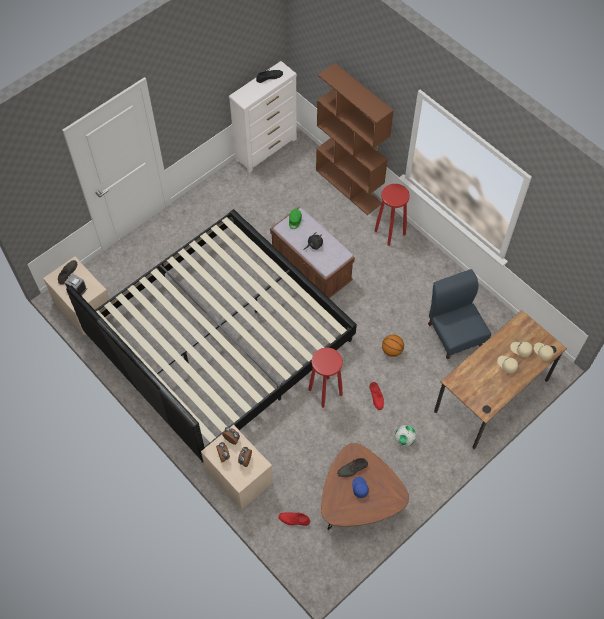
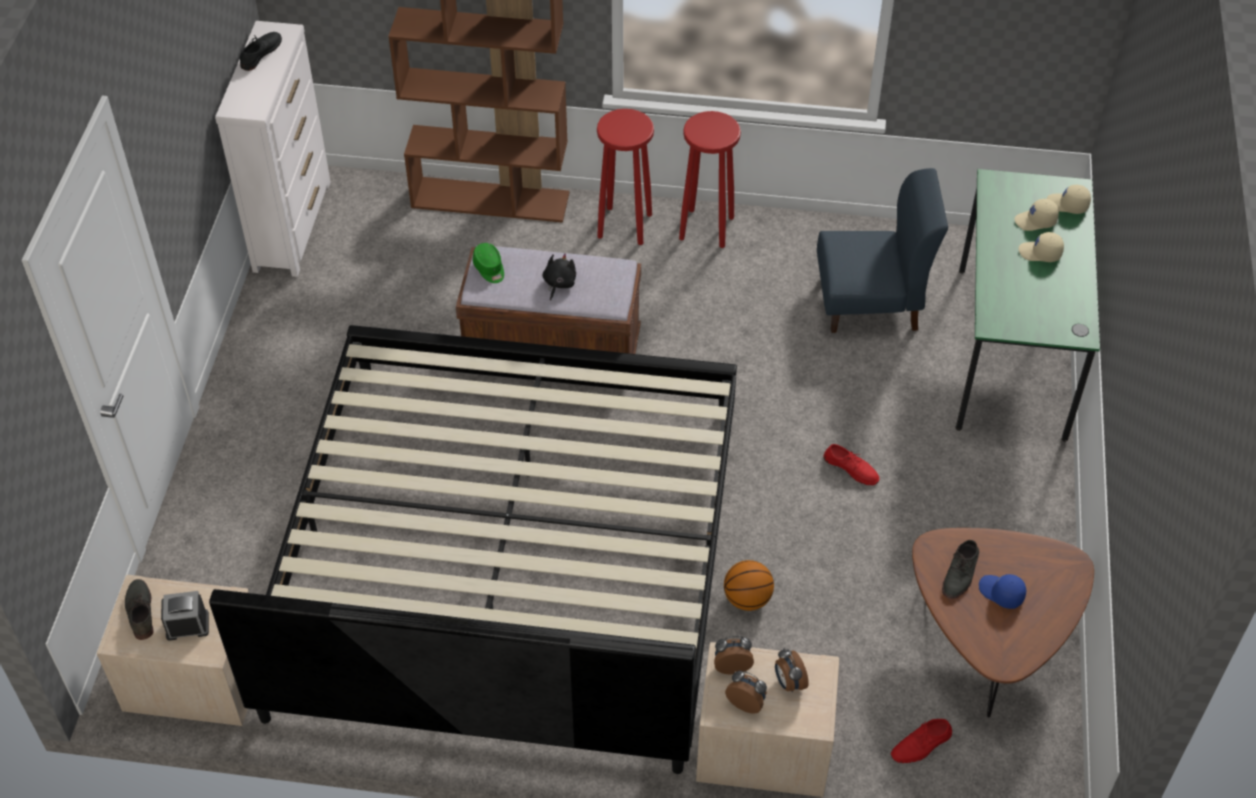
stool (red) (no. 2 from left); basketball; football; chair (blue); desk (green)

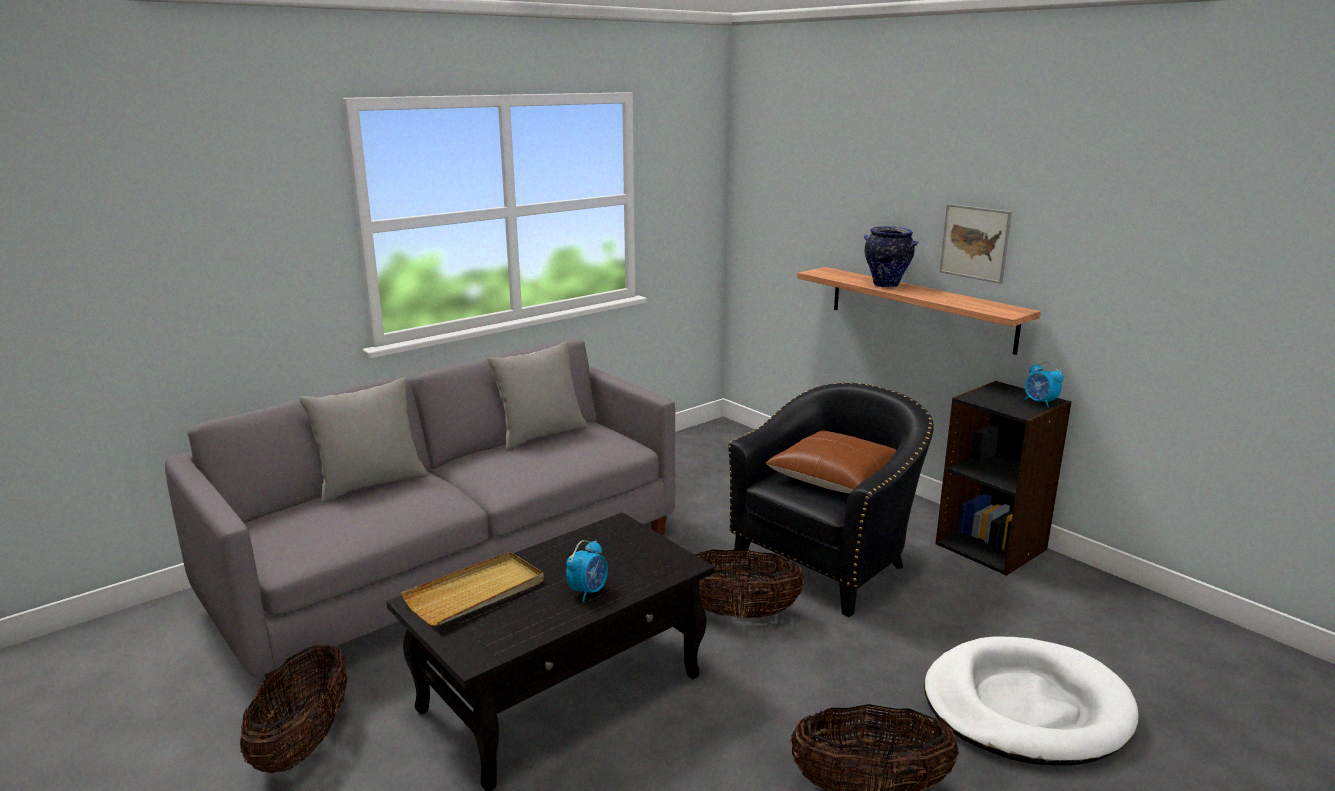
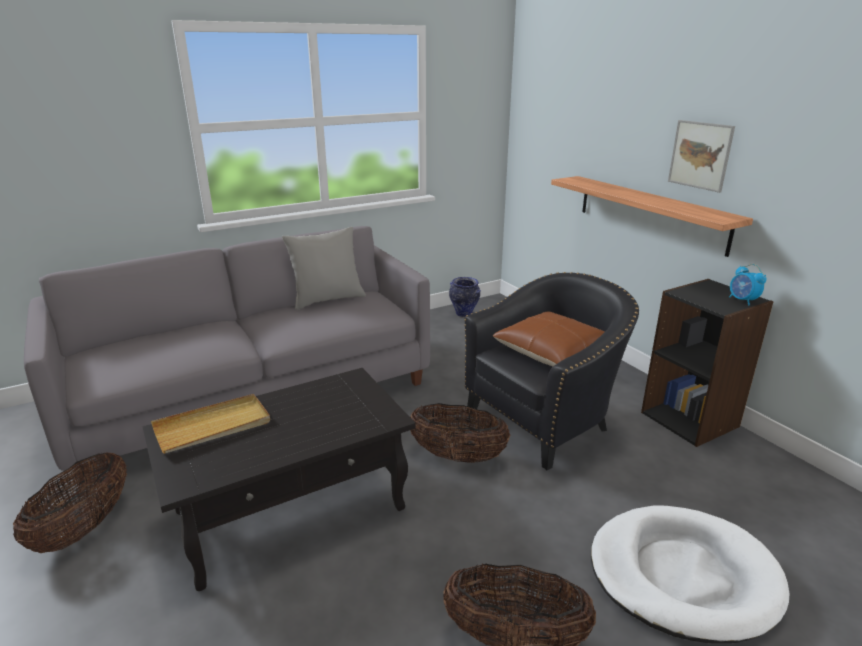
pillow (grey) (no. 1 from left in the first image); alarm clock (no. 1 from left in the first image); vase

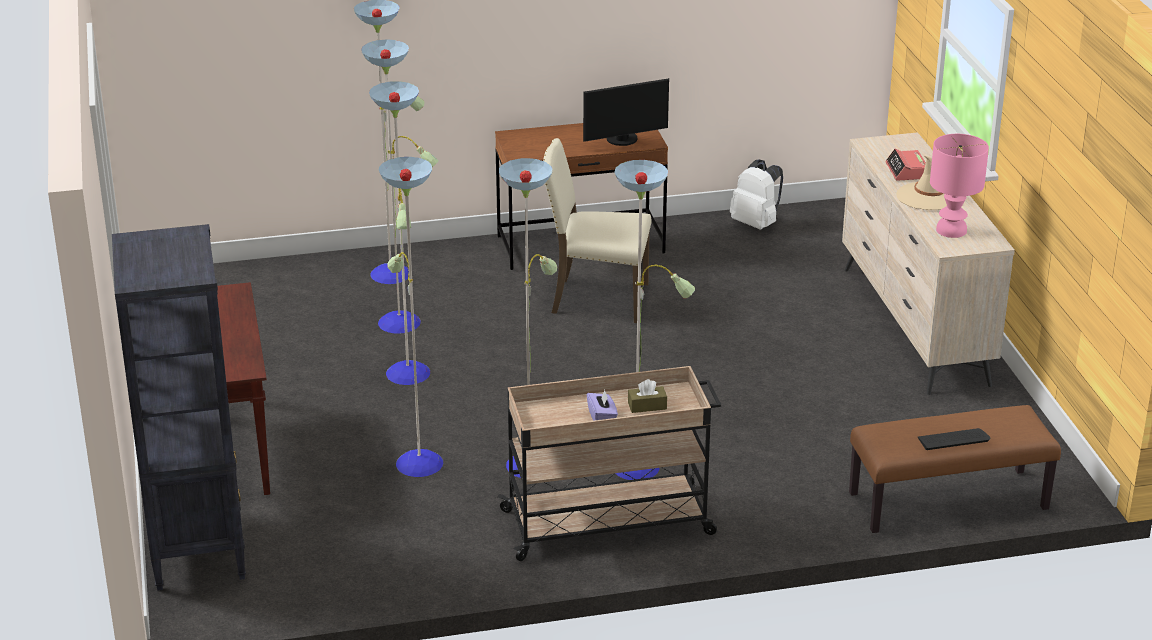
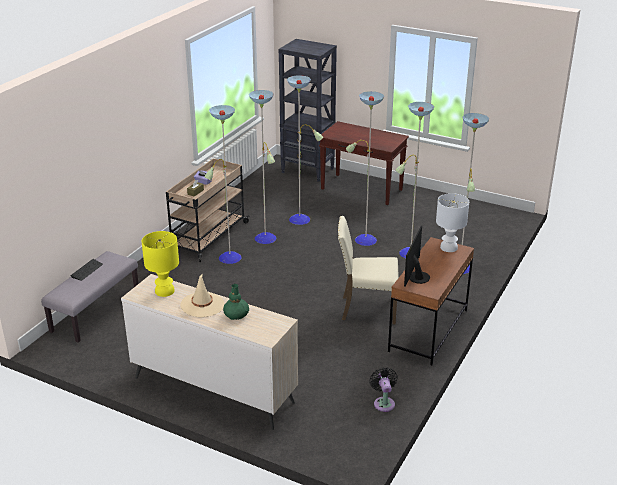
chair (beige); fan (black); bench (grey); vase (green); table lamp (yellow); table lamp (white)

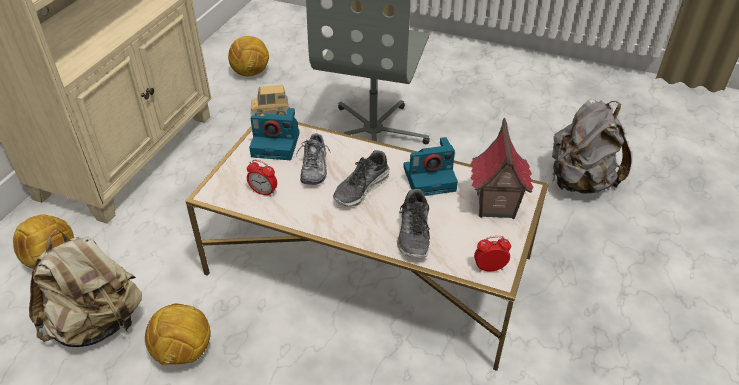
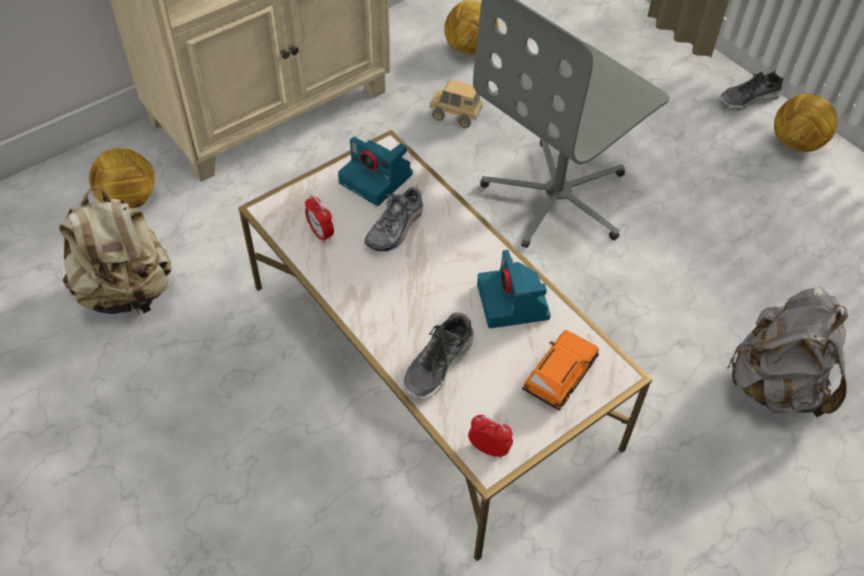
football (no. 3 from left); shoe (no. 3 from left); photo camera (no. 2 from left); toy car (orange)

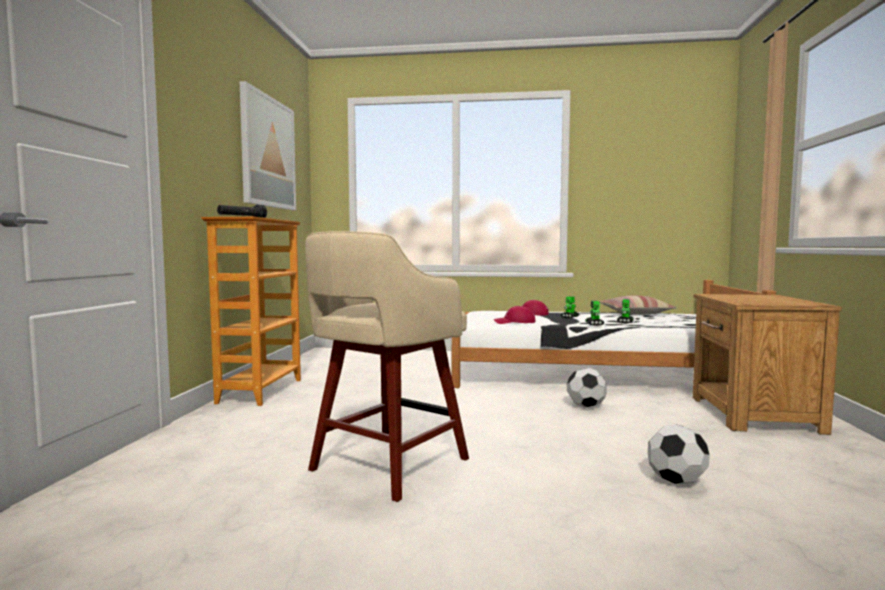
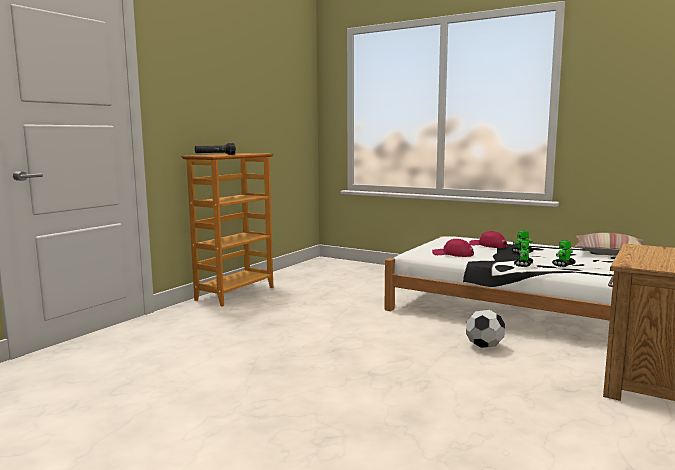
picture; stool (beige); football (no. 2 from left in the first image)

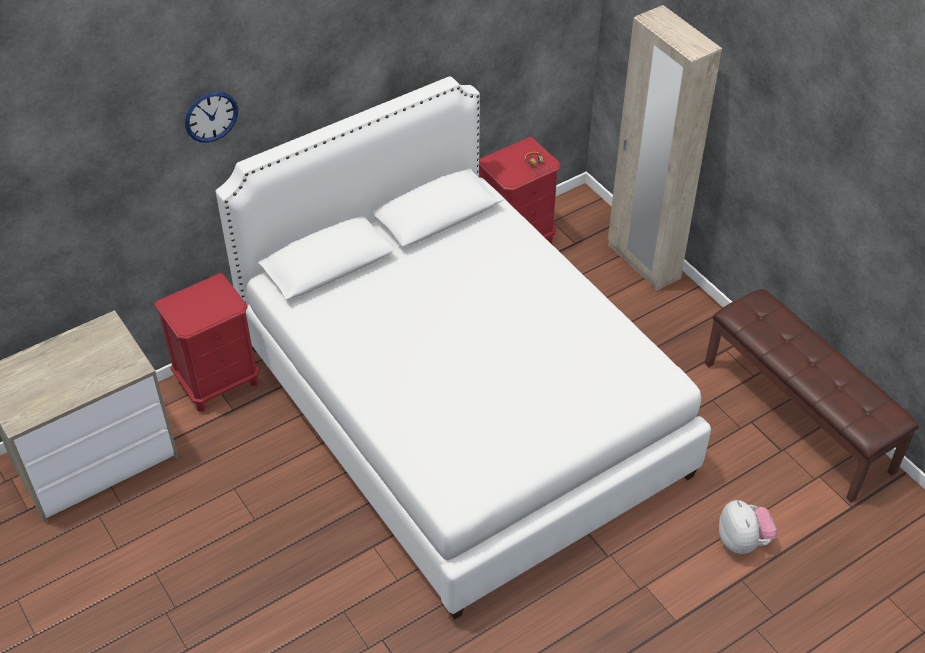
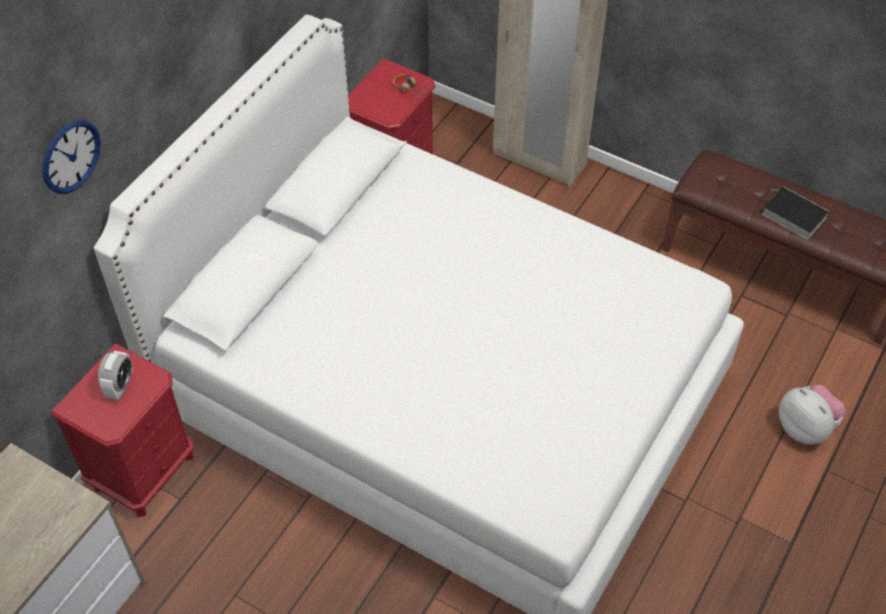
alarm clock; book

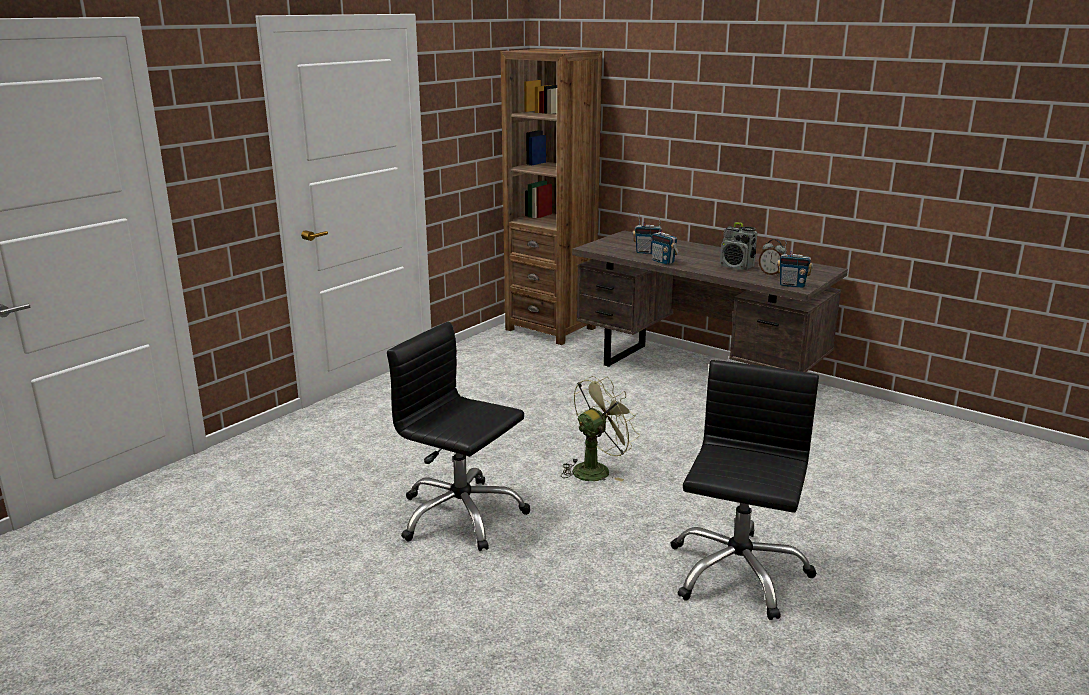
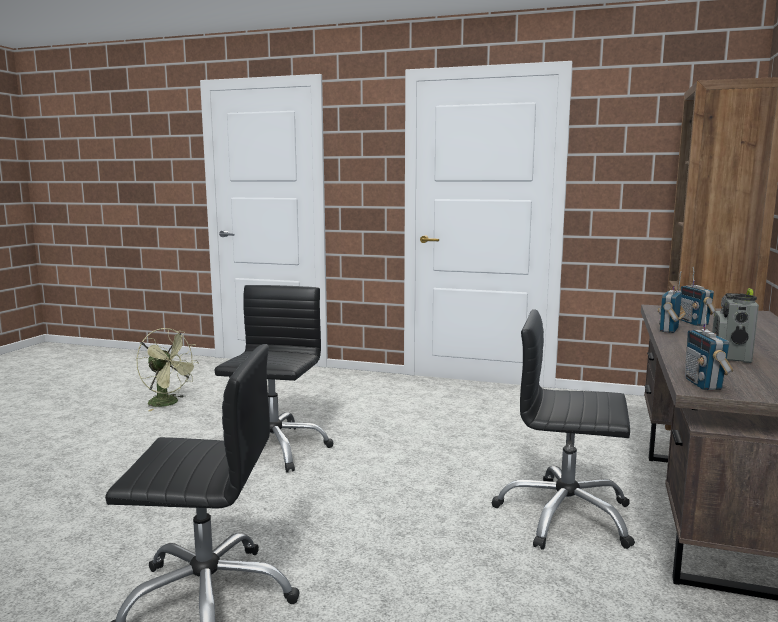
fan (green); alarm clock; office chair (black) (no. 3 from left)

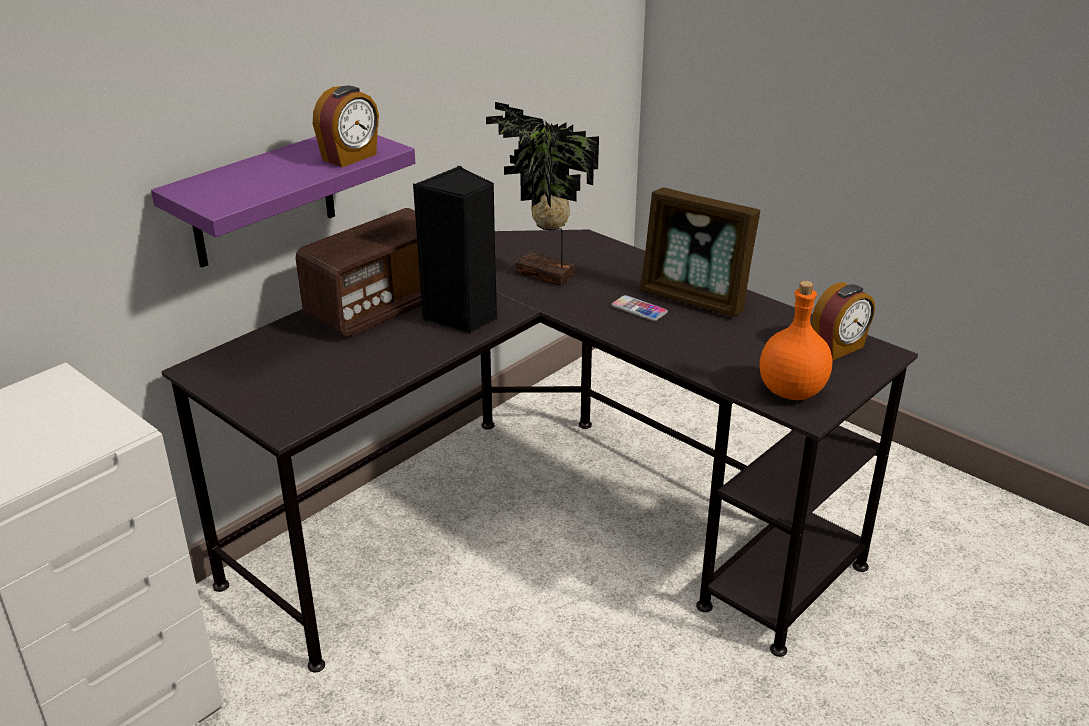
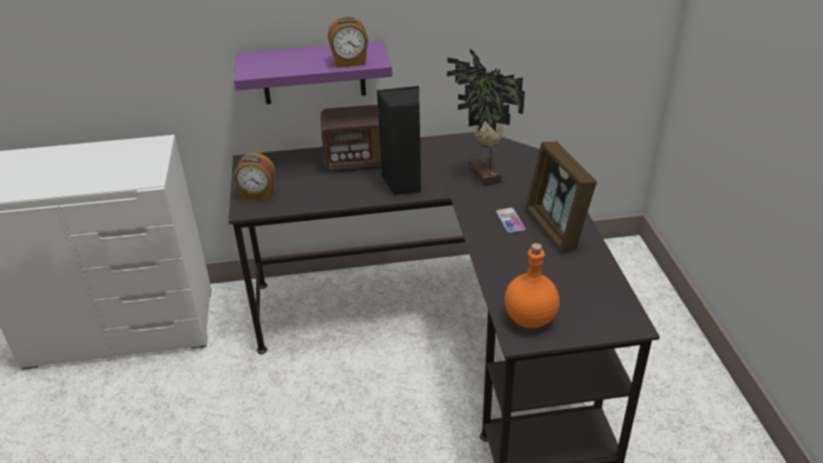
alarm clock (no. 1 from left)

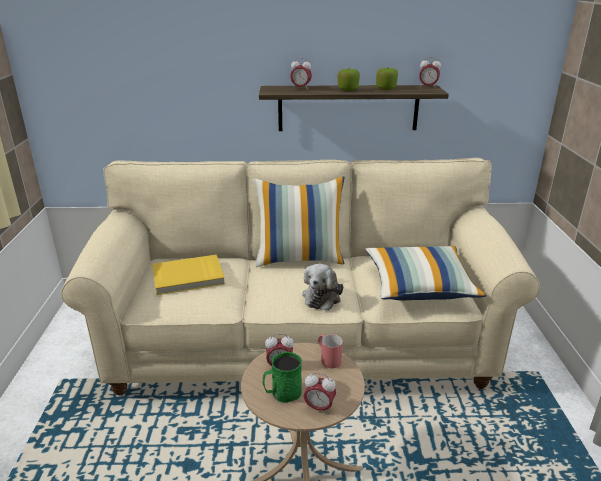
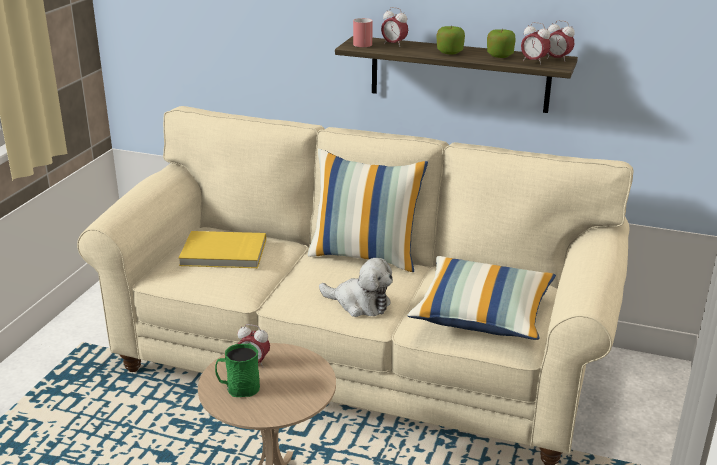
plush toy; alarm clock (no. 3 from left); mug (red)

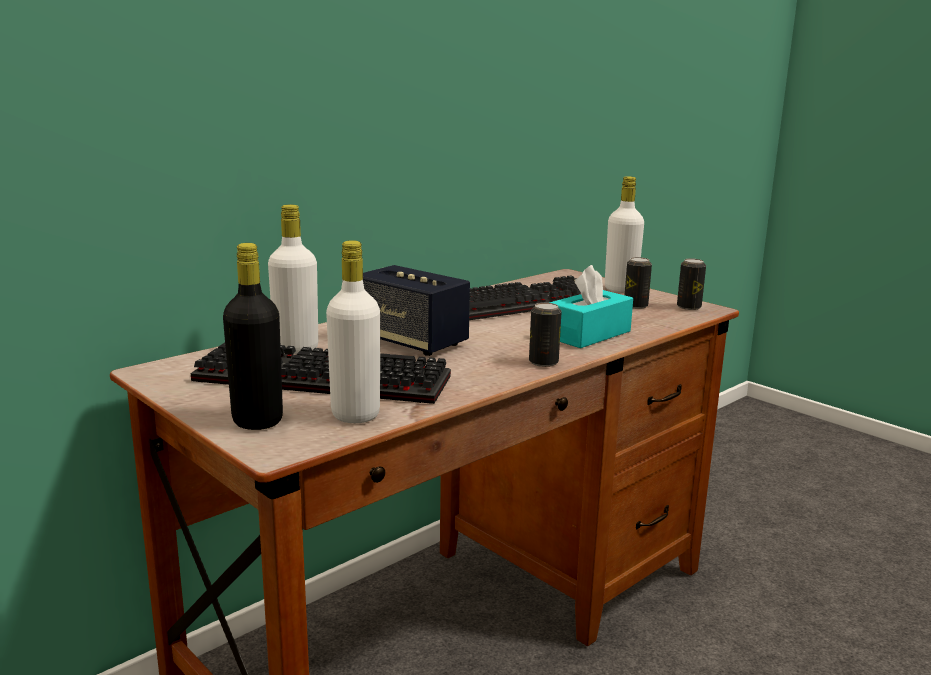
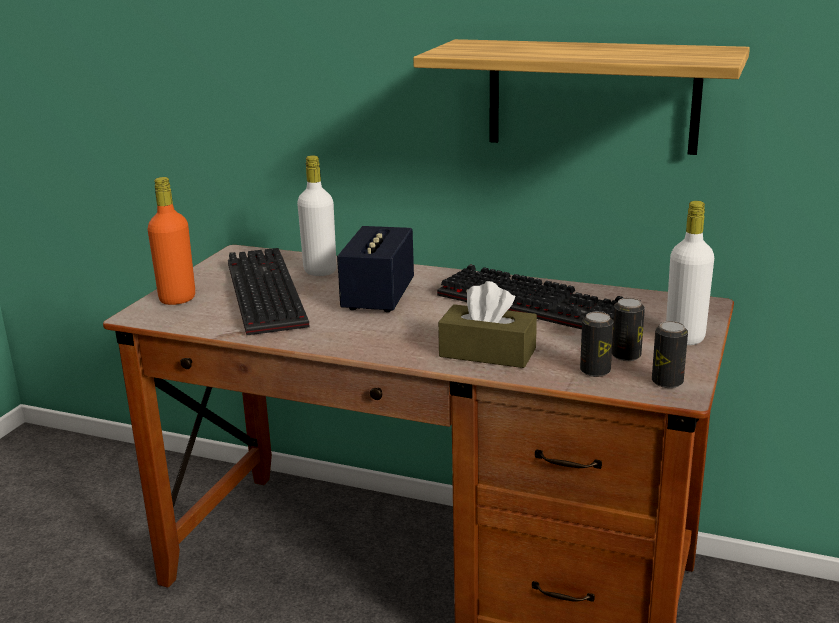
bottle (orange); bottle (white) (no. 2 from left in the first image); can (no. 1 from left); tissue box (brown); shelf

